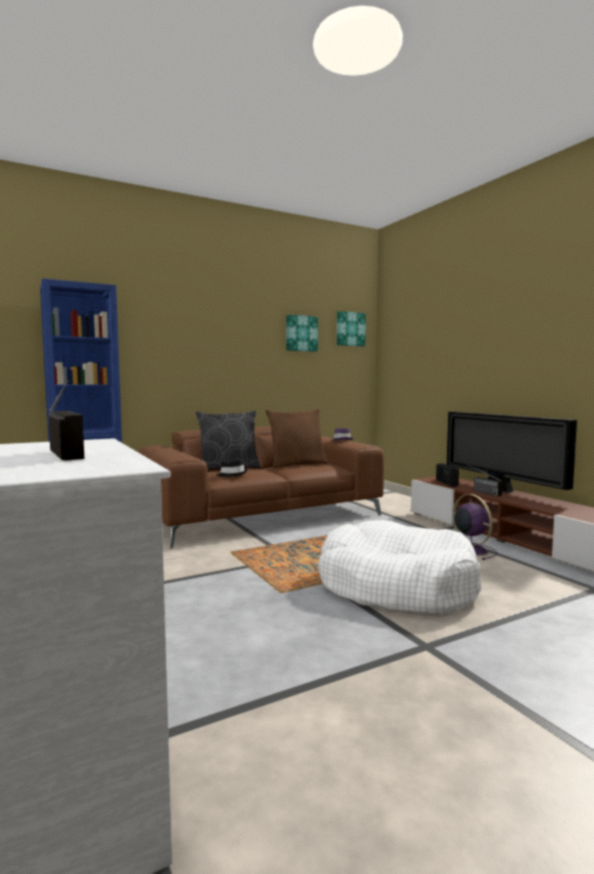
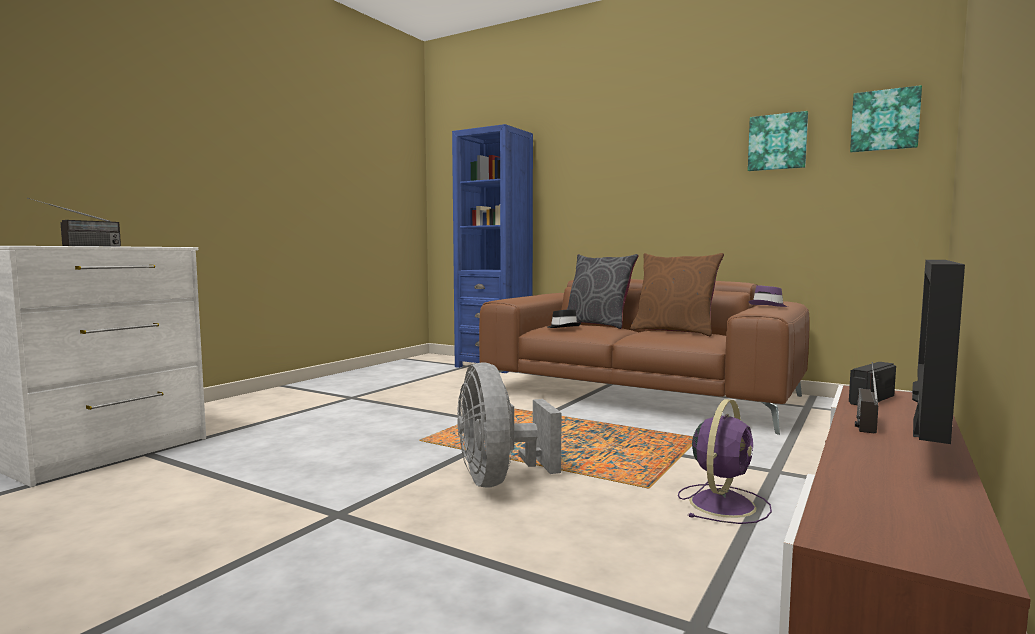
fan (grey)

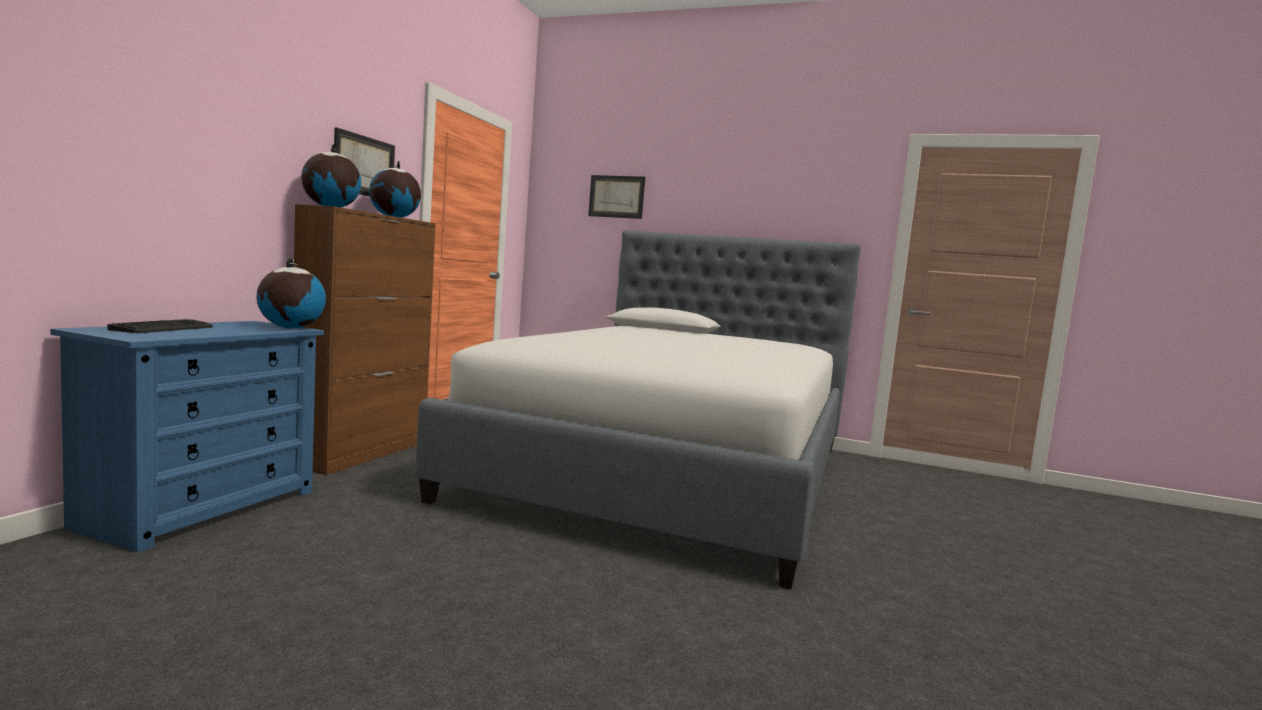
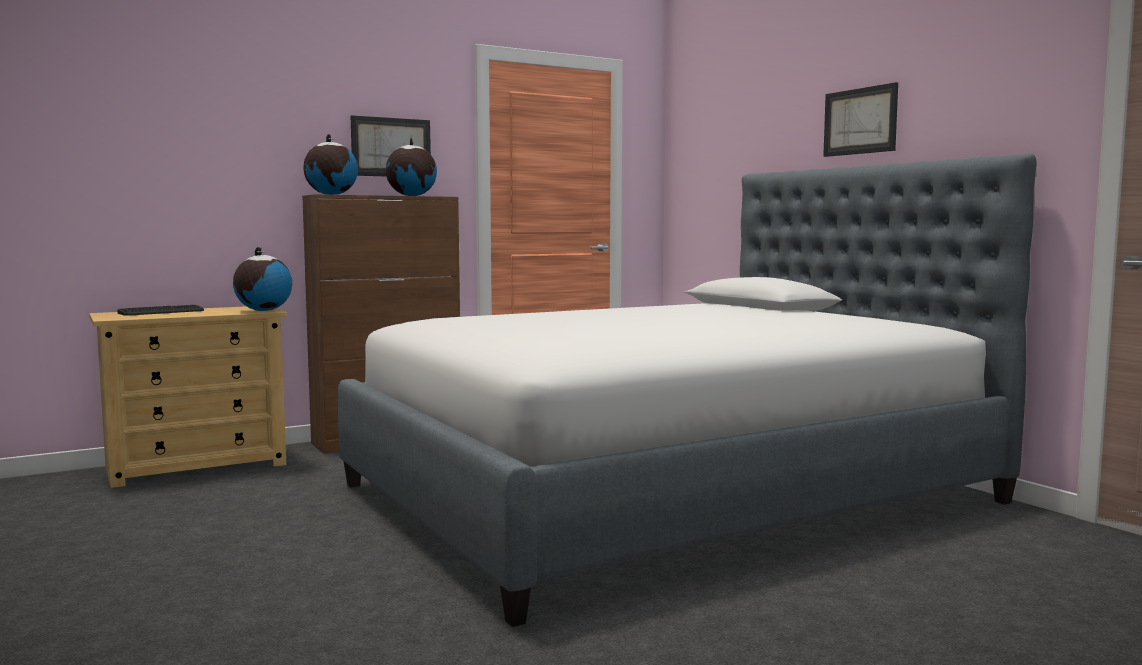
dresser (beige); picture (no. 2 from left)

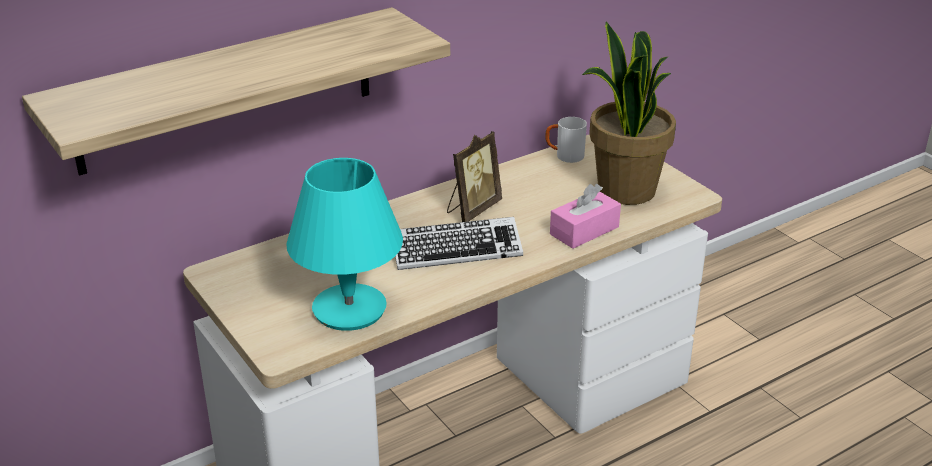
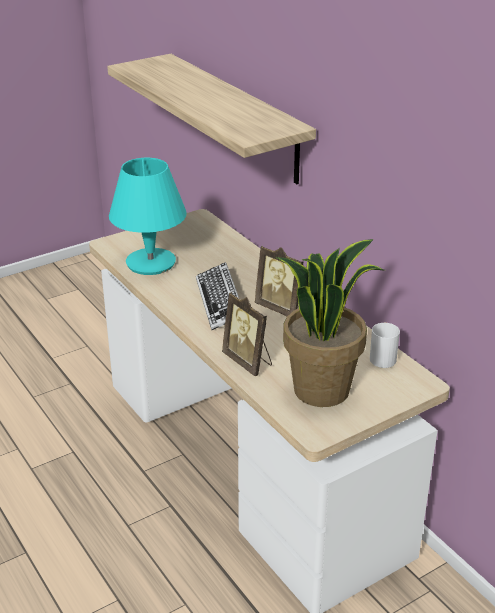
picture frame (no. 1 from left)

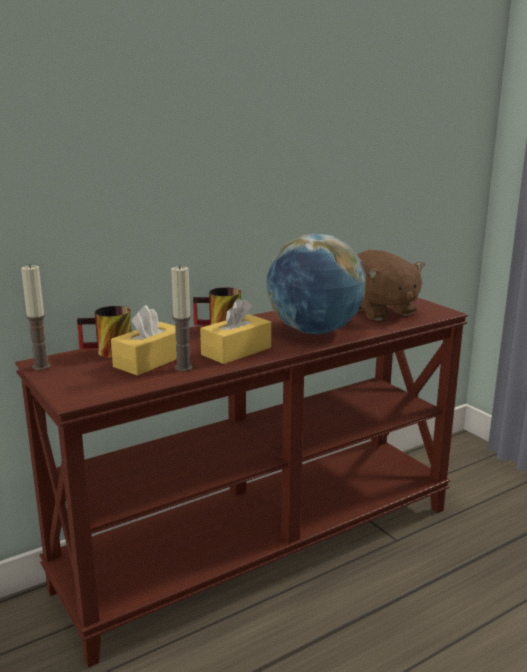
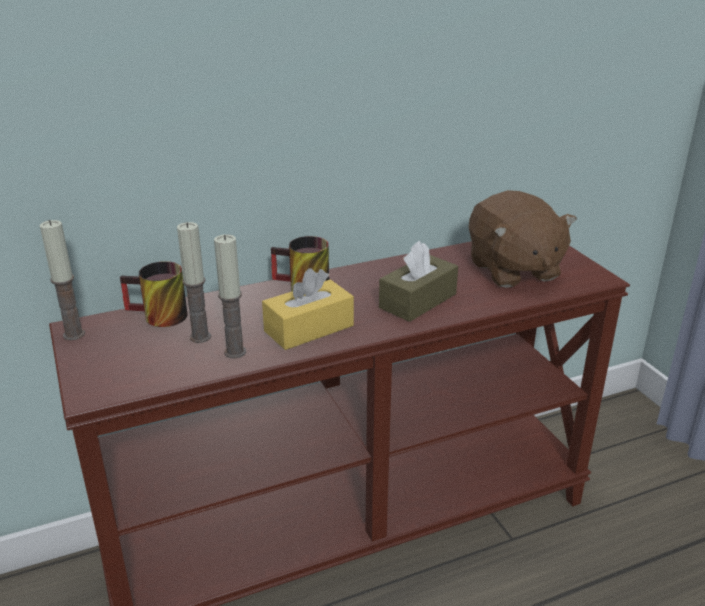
candle (no. 2 from left); tissue box (brown)

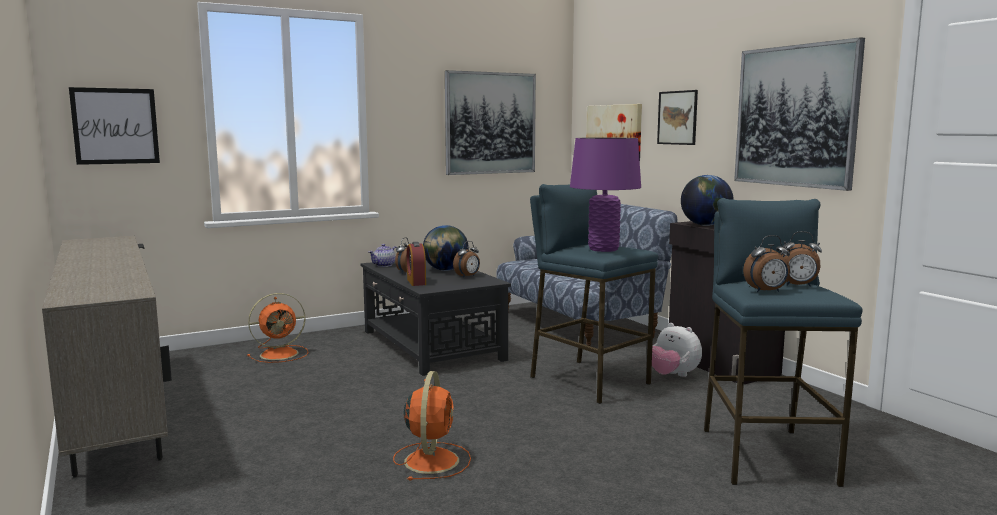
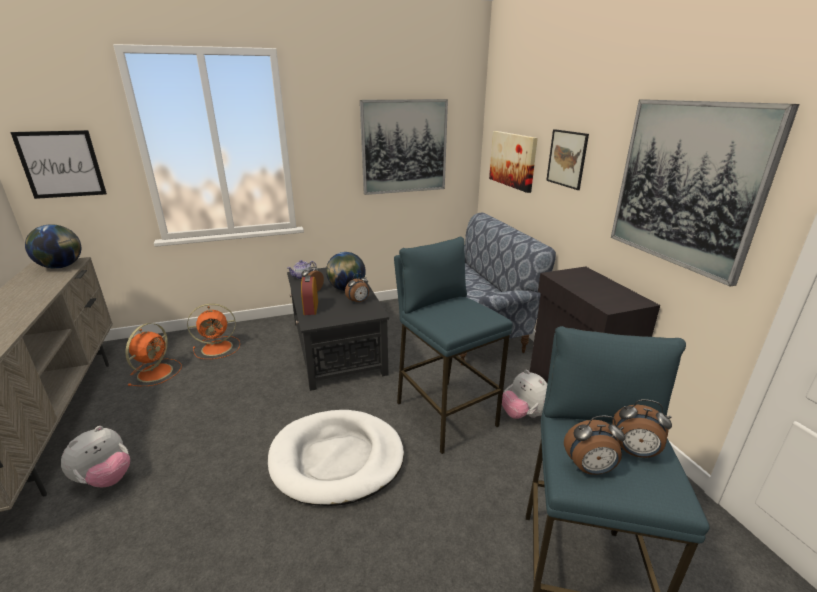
fan (orange) (no. 1 from left); table lamp (purple); globe (no. 1 from left); plush toy (no. 1 from left); dog bed (white)

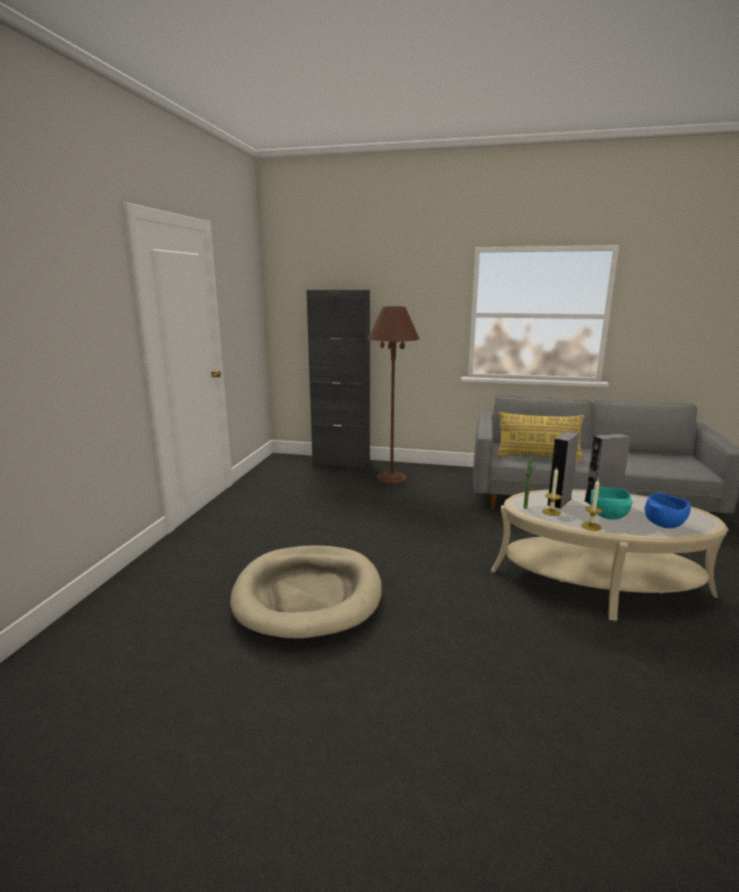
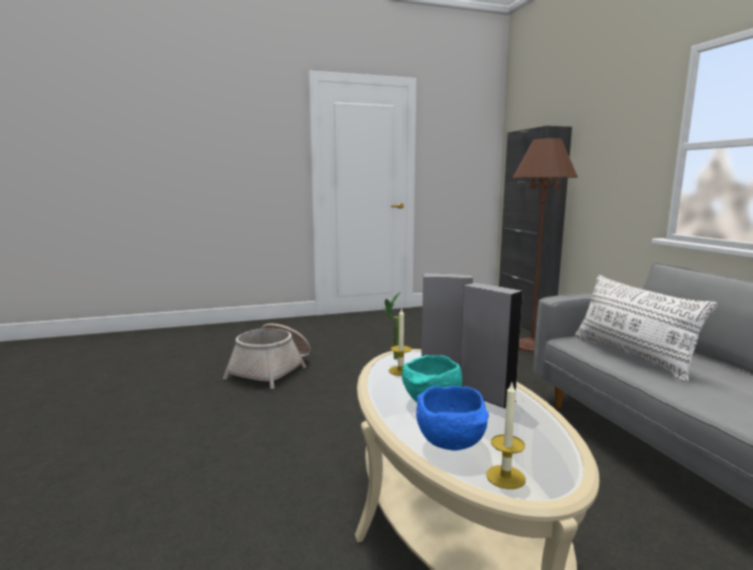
basket; pillow (white); candle (no. 2 from left)

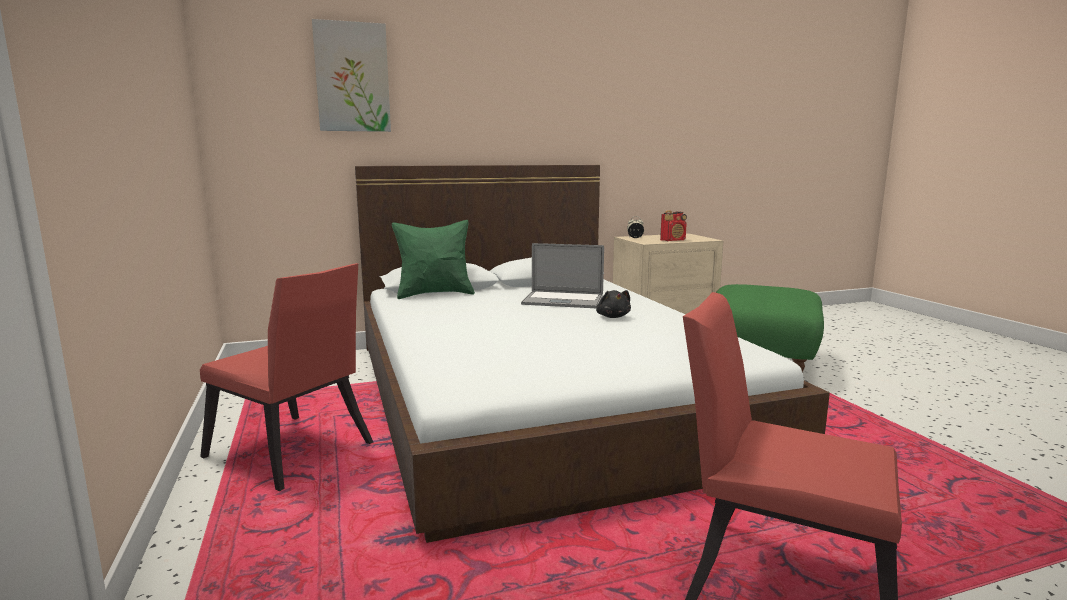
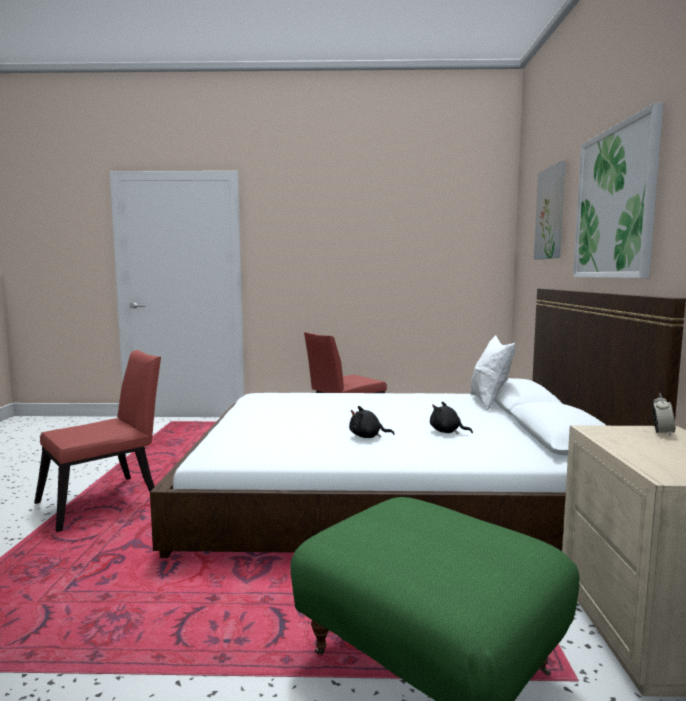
pillow (white); plush toy (black) (no. 2 from left); radio; picture (no. 2 from left)

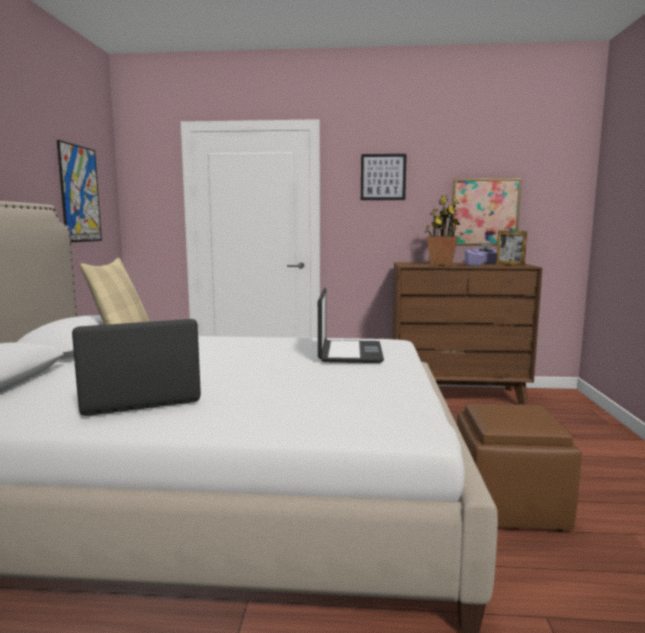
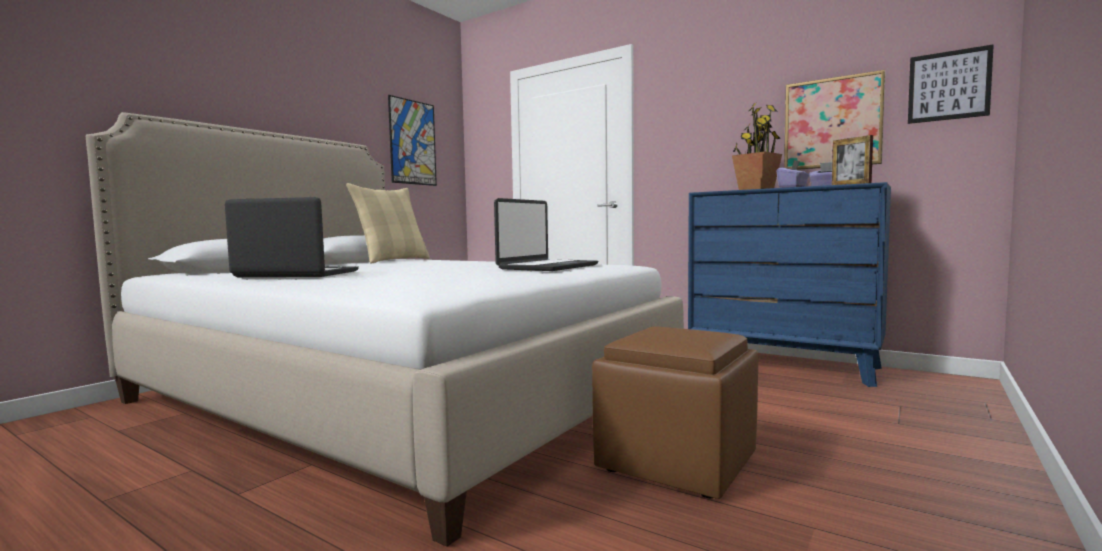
picture (no. 3 from left); dresser (blue)

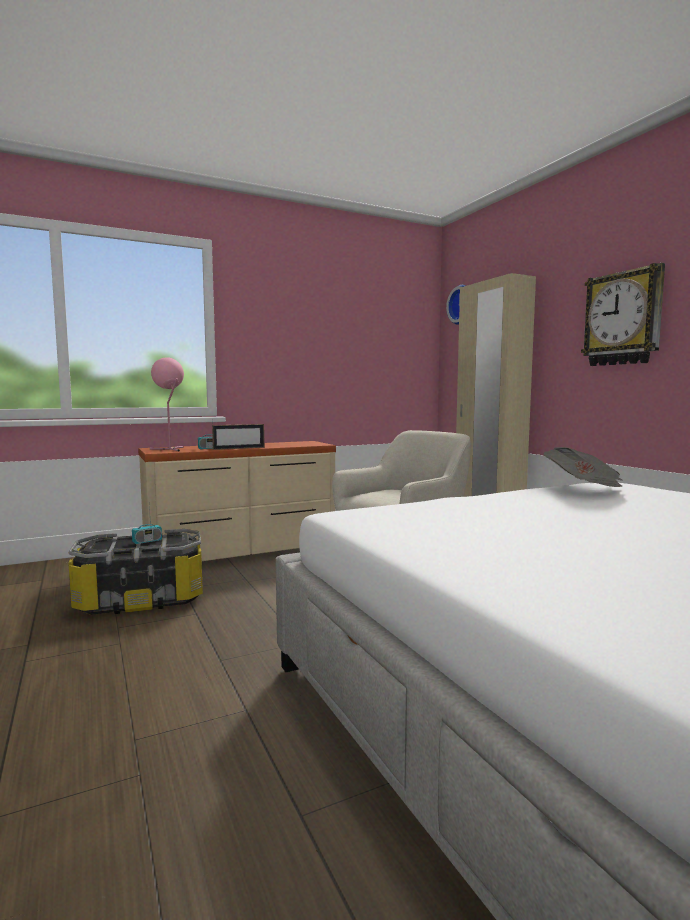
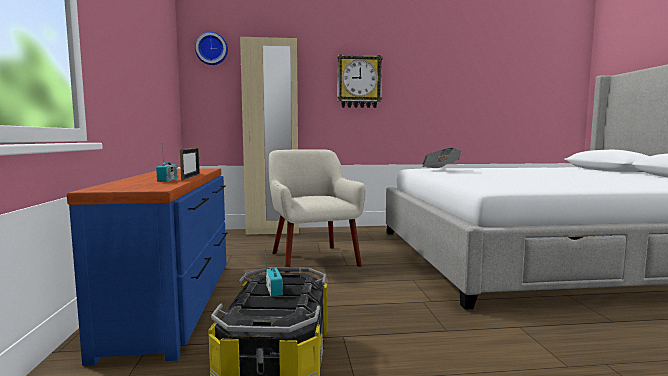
dresser (blue); table lamp (pink)

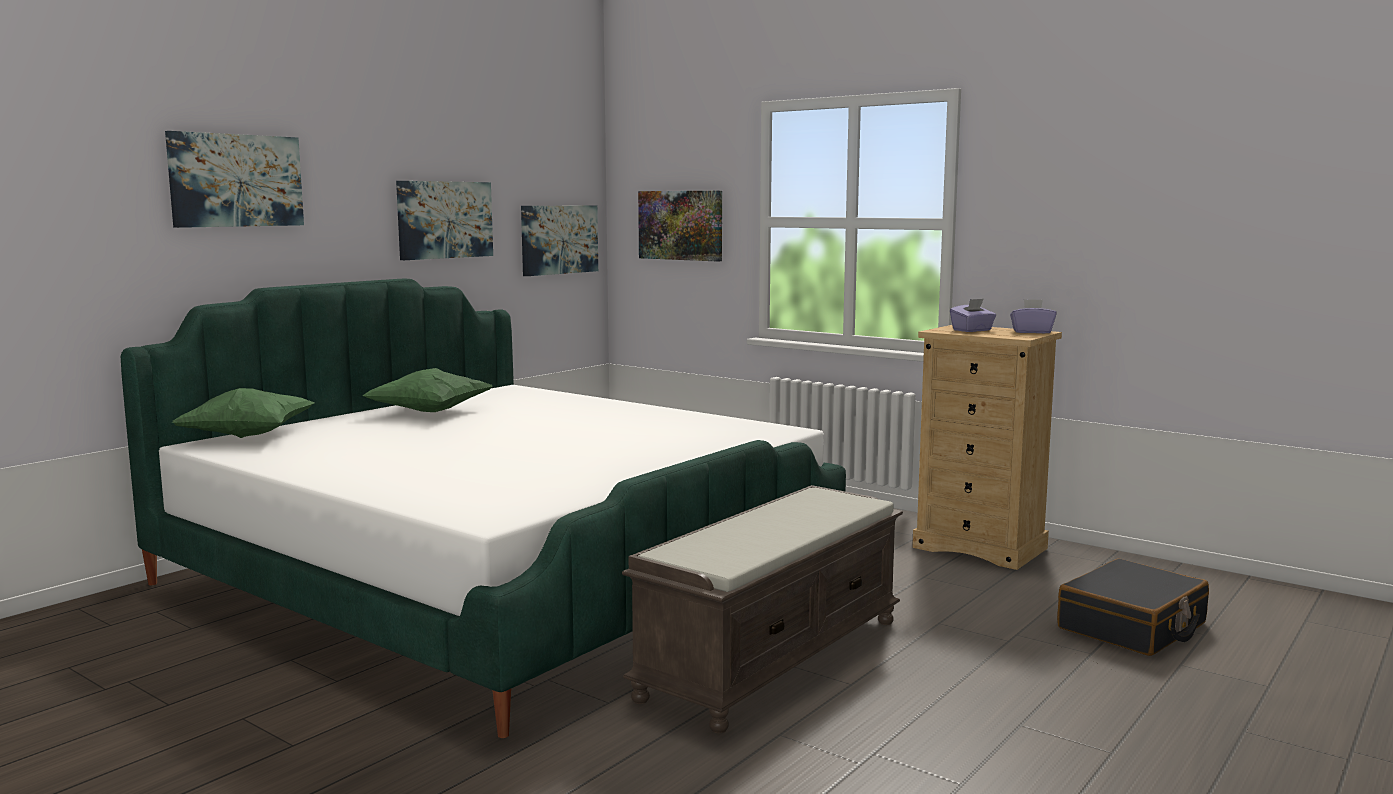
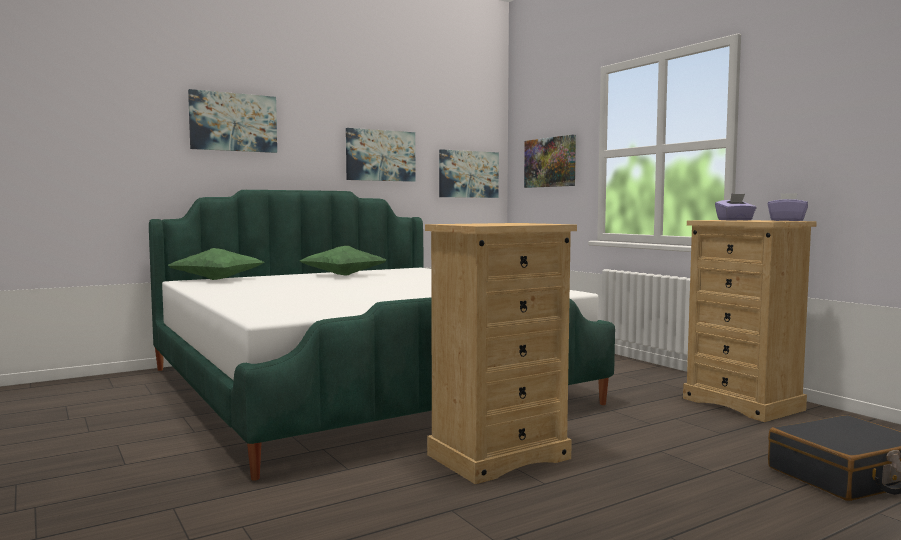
dresser (beige) (no. 1 from left)

